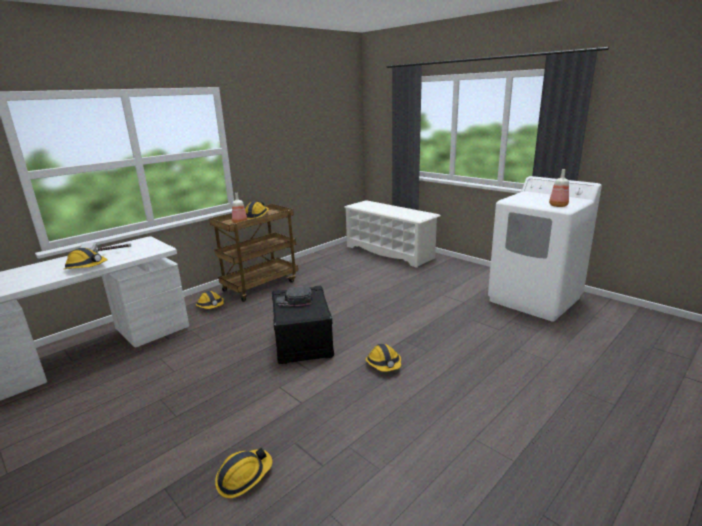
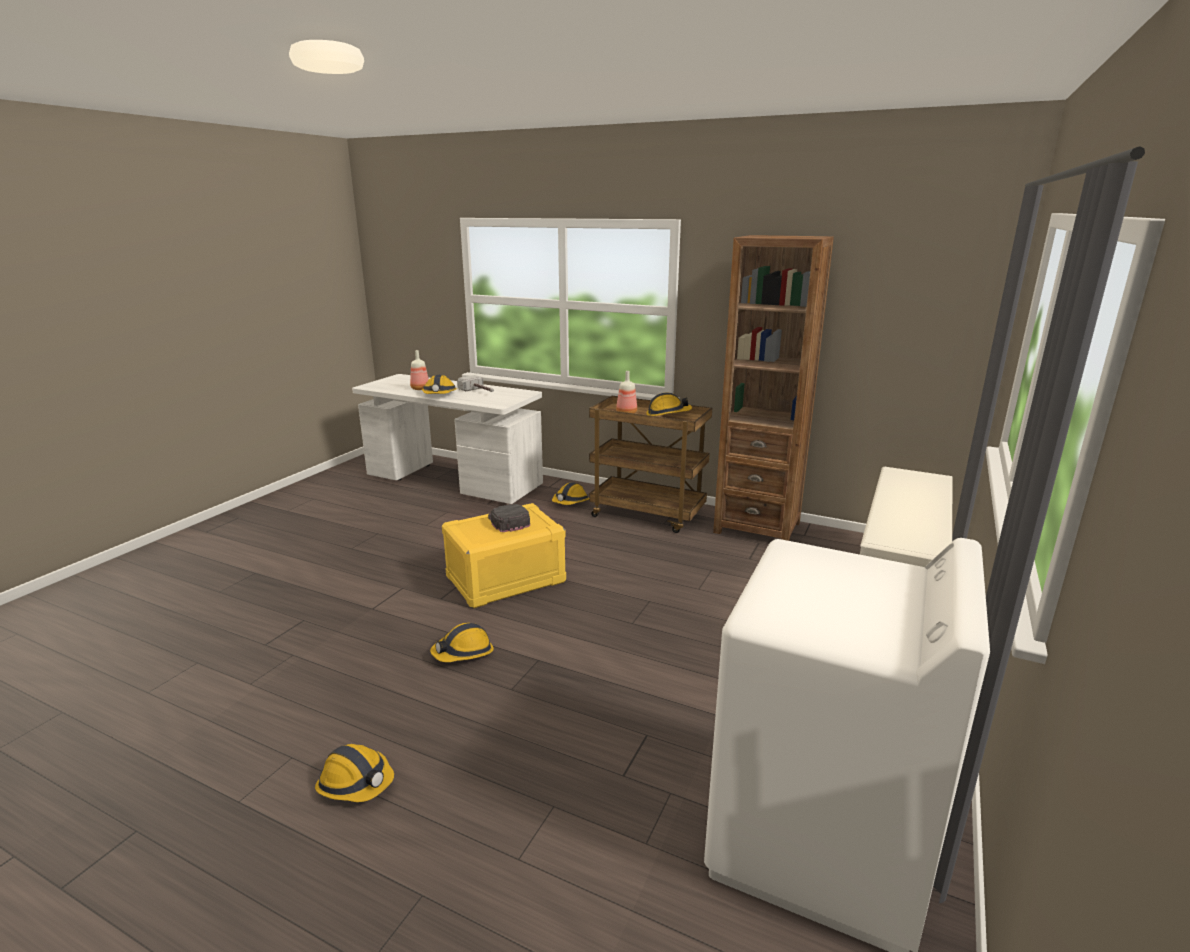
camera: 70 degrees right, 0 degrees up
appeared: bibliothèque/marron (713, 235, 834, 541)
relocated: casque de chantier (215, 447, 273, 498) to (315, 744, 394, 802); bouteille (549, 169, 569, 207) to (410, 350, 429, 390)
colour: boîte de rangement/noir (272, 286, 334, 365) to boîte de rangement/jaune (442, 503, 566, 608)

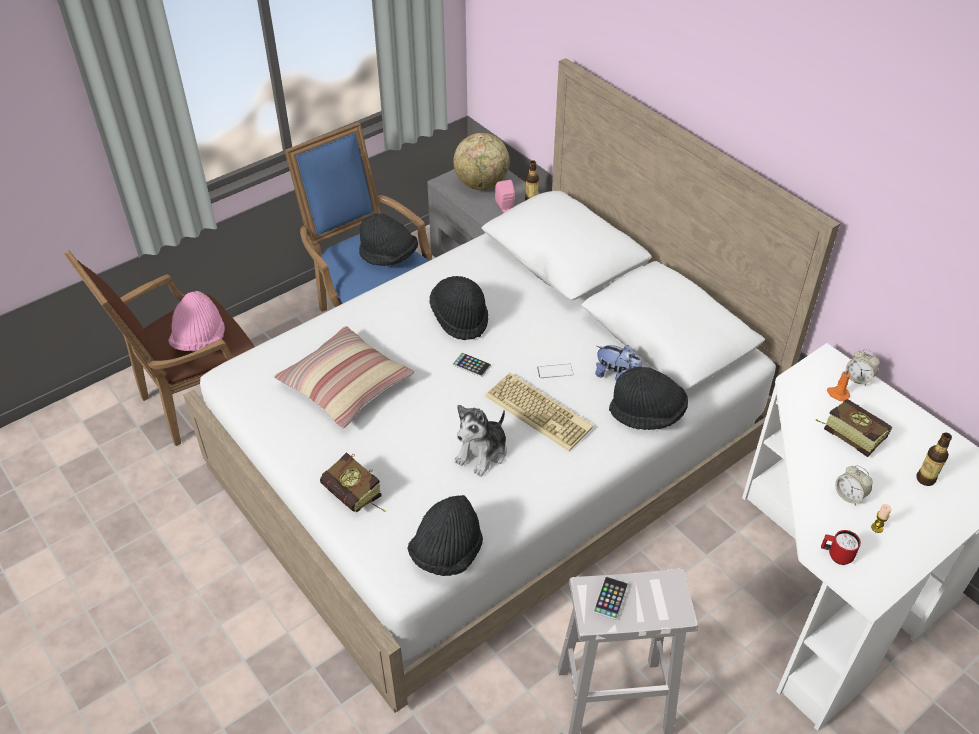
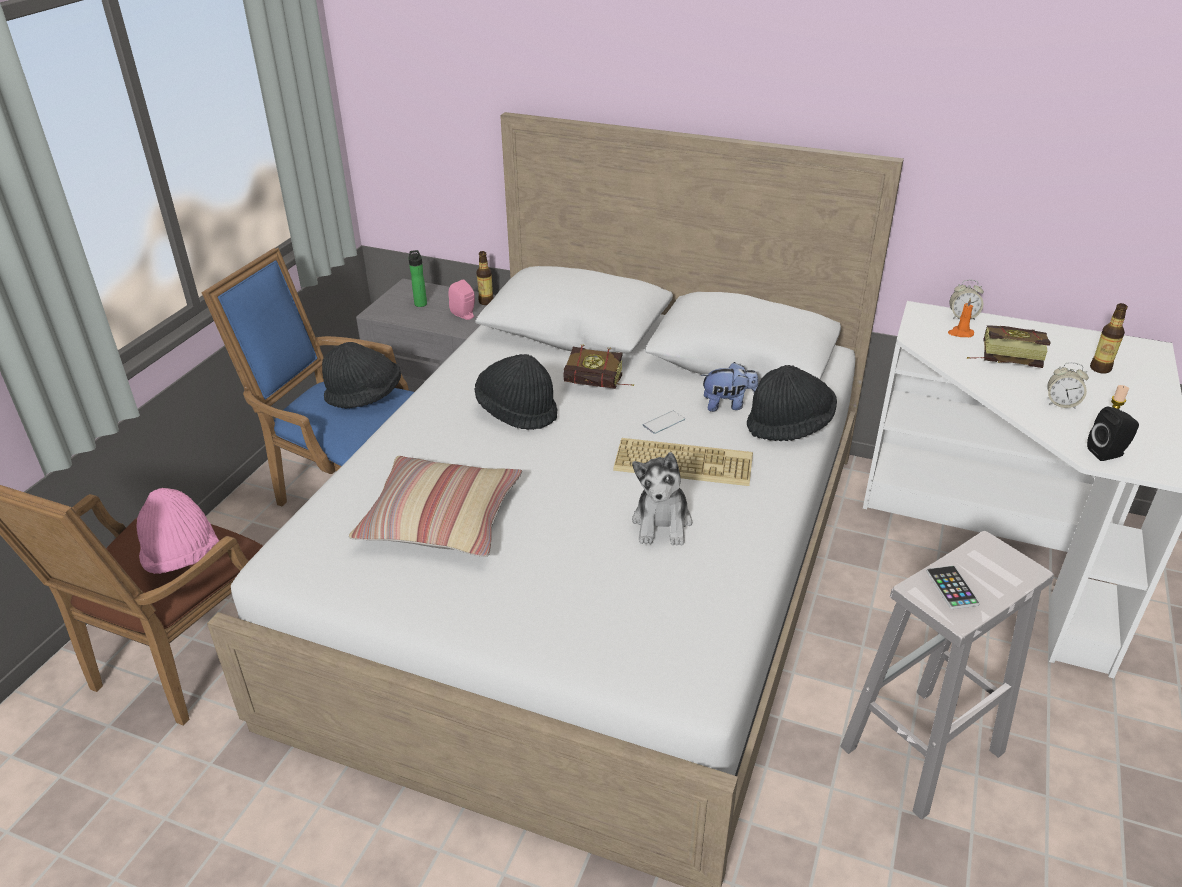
camera: 30 degrees left, 10 degrees down
missing: chapeau/noir (407, 495, 483, 576); téléphone (453, 352, 491, 377)
relocated: livre (320, 452, 385, 512) to (563, 344, 634, 389)
exchanged: globe (453, 133, 510, 190) to bouteille (409, 250, 427, 307); mug/rouge (821, 530, 861, 565) to enceinte/noir (1087, 406, 1139, 461)

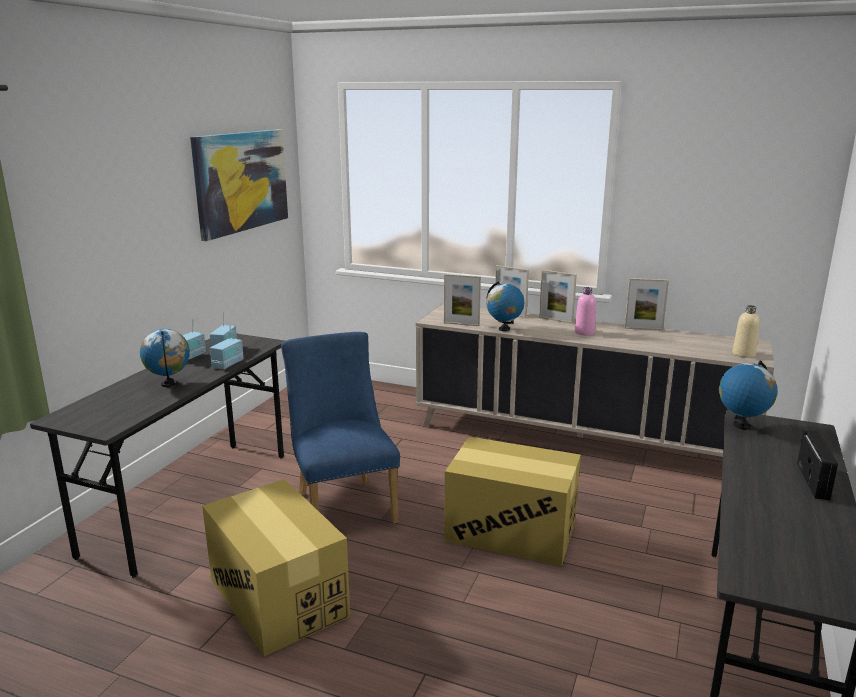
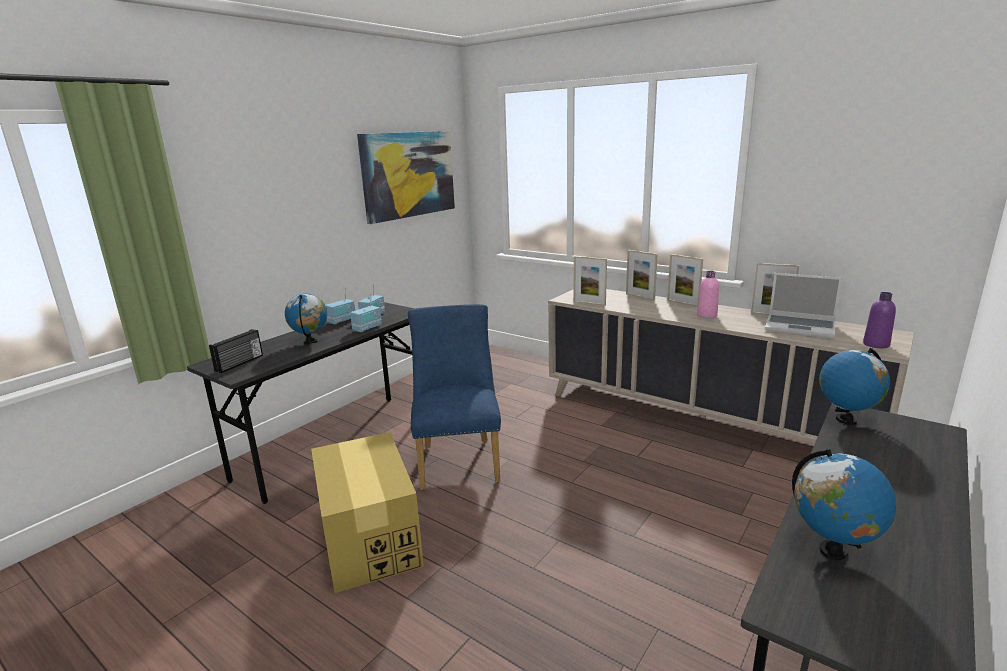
camera: 15 degrees right, 0 degrees up
missing: carton (444, 437, 581, 566)
appeared: ordinateur portable (765, 273, 842, 339)
relocated: globe (486, 281, 524, 331) to (792, 448, 896, 560); radio (797, 430, 838, 500) to (209, 329, 263, 373)
colour: bouteille/beige (733, 305, 760, 358) to bouteille/violet (863, 292, 896, 348)

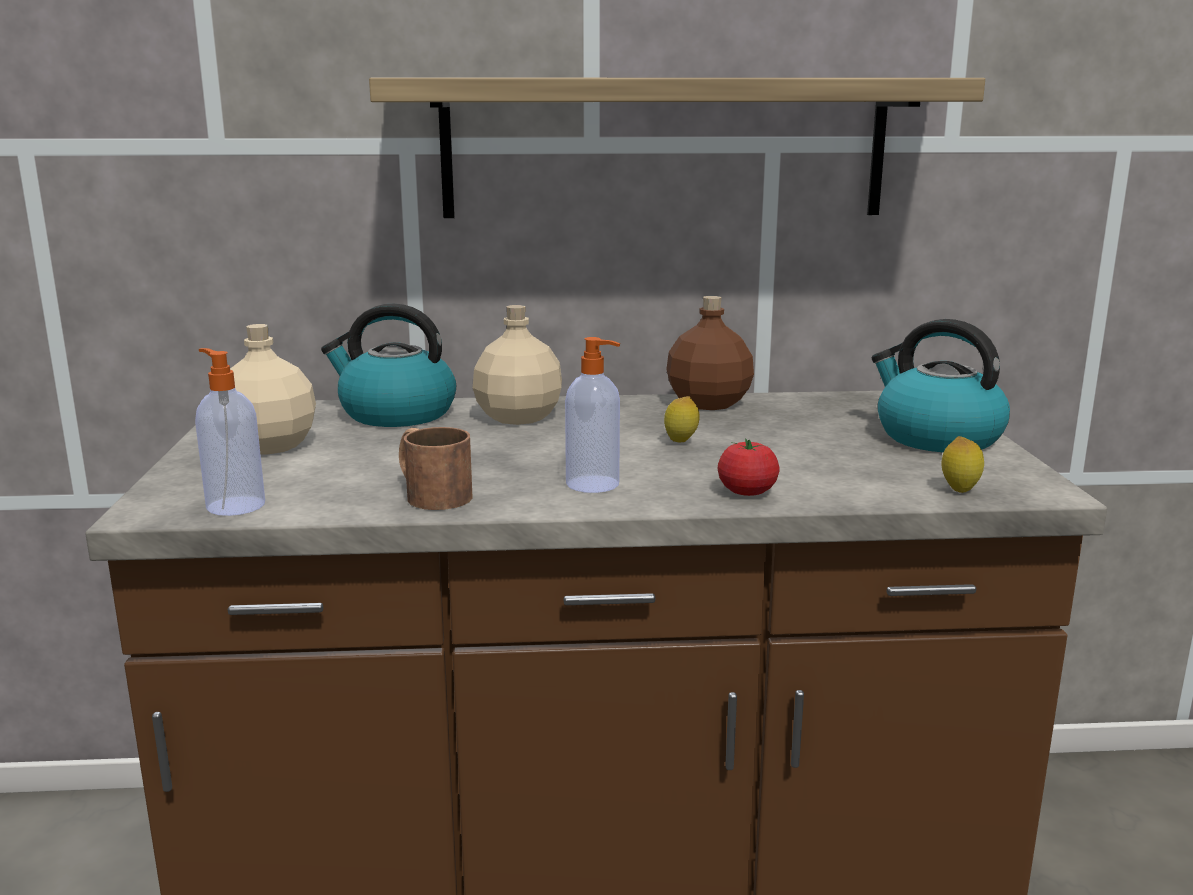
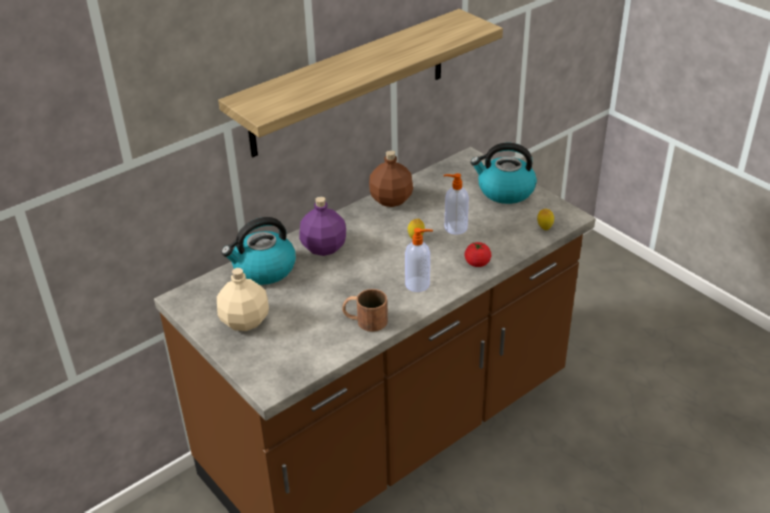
camera: 35 degrees left, 20 degrees up
relocated: distributeur de savon (195, 348, 265, 516) to (444, 173, 469, 235)
colour: bouteille/beige (473, 305, 562, 425) to bouteille/violet (299, 196, 346, 256)

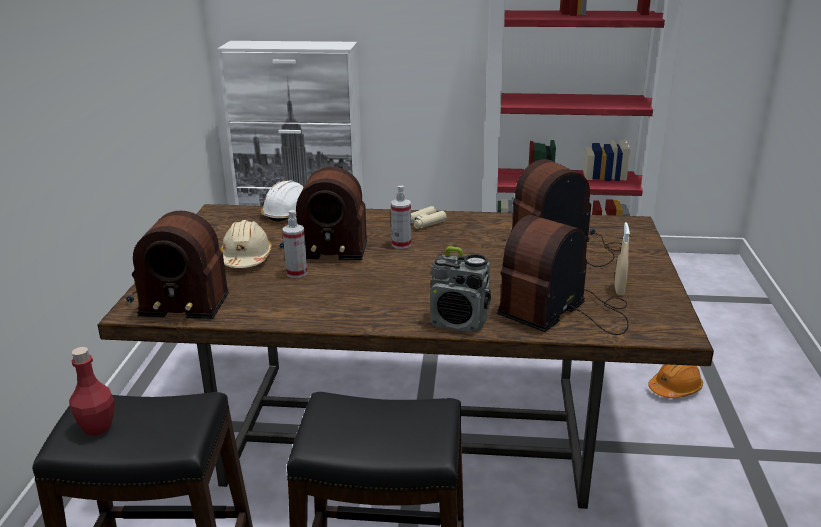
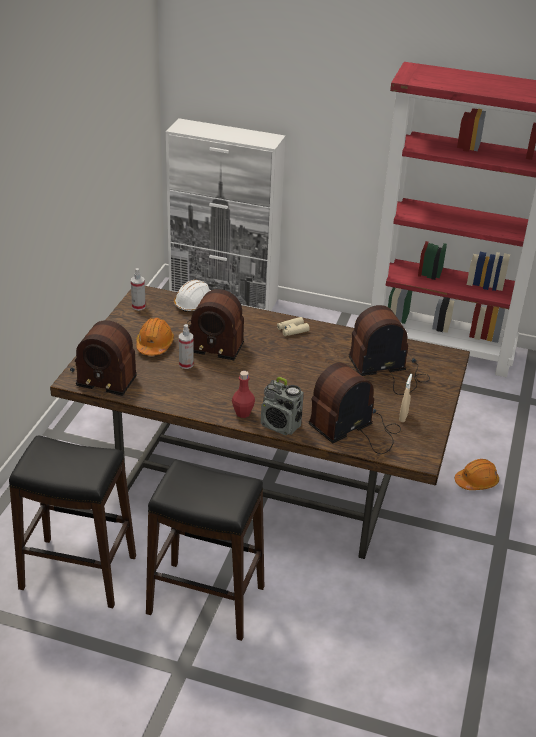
camera: 10 degrees right, 10 degrees up
relocated: bouteille/rouge (69, 347, 114, 436) to (232, 371, 255, 418); vaporisateur (391, 185, 411, 249) to (131, 268, 146, 311)
colour: casque de chantier/beige (220, 220, 272, 268) to casque de chantier/orange (136, 318, 174, 356)

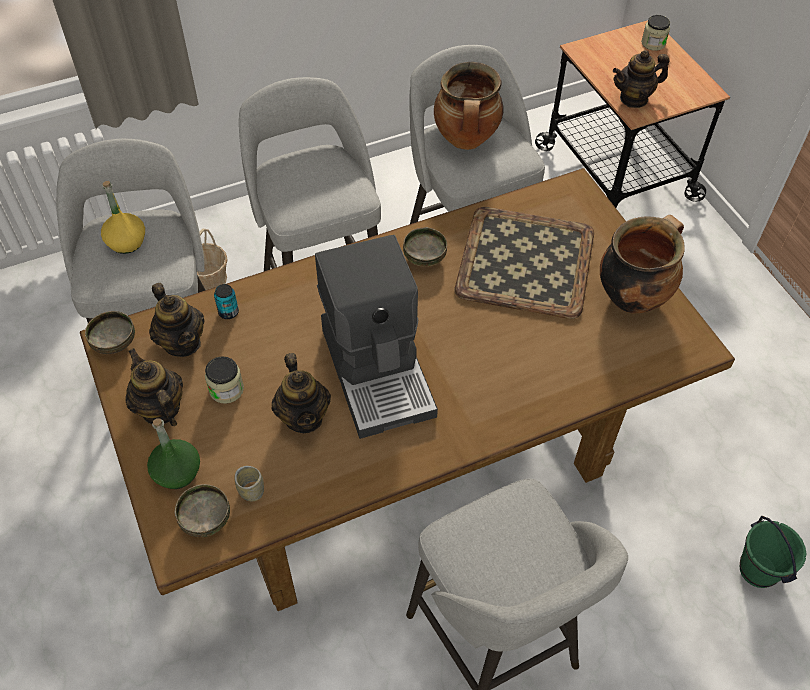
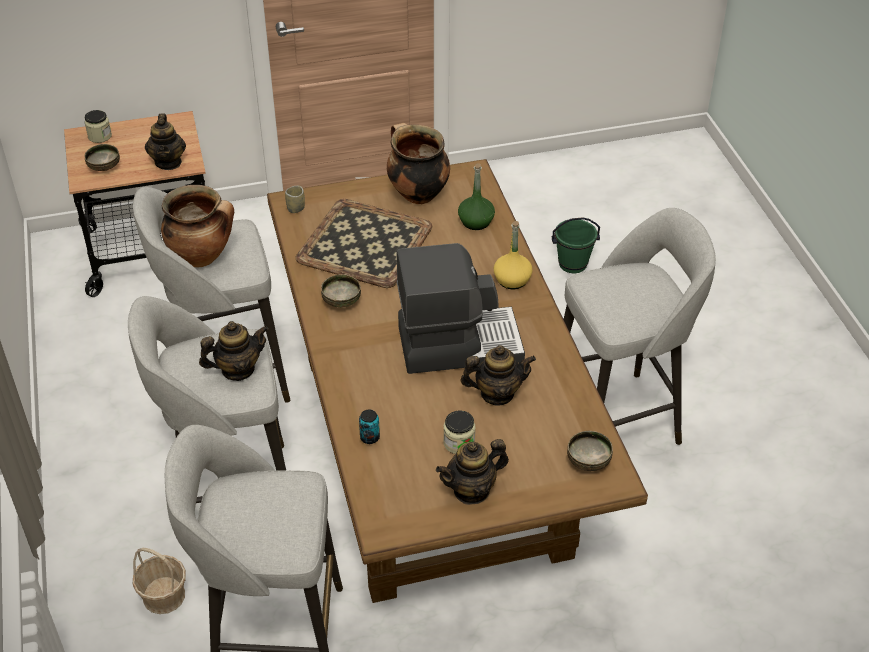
camera: 80 degrees left, 10 degrees down
relocated: bol (85, 311, 135, 354) to (84, 144, 120, 171); bouteille/jaune (101, 181, 145, 254) to (494, 221, 532, 289); bouteille/vert (147, 418, 200, 489) to (458, 163, 495, 230); théière (149, 283, 205, 357) to (199, 321, 269, 381); tasse (234, 466, 264, 501) to (285, 186, 305, 213)

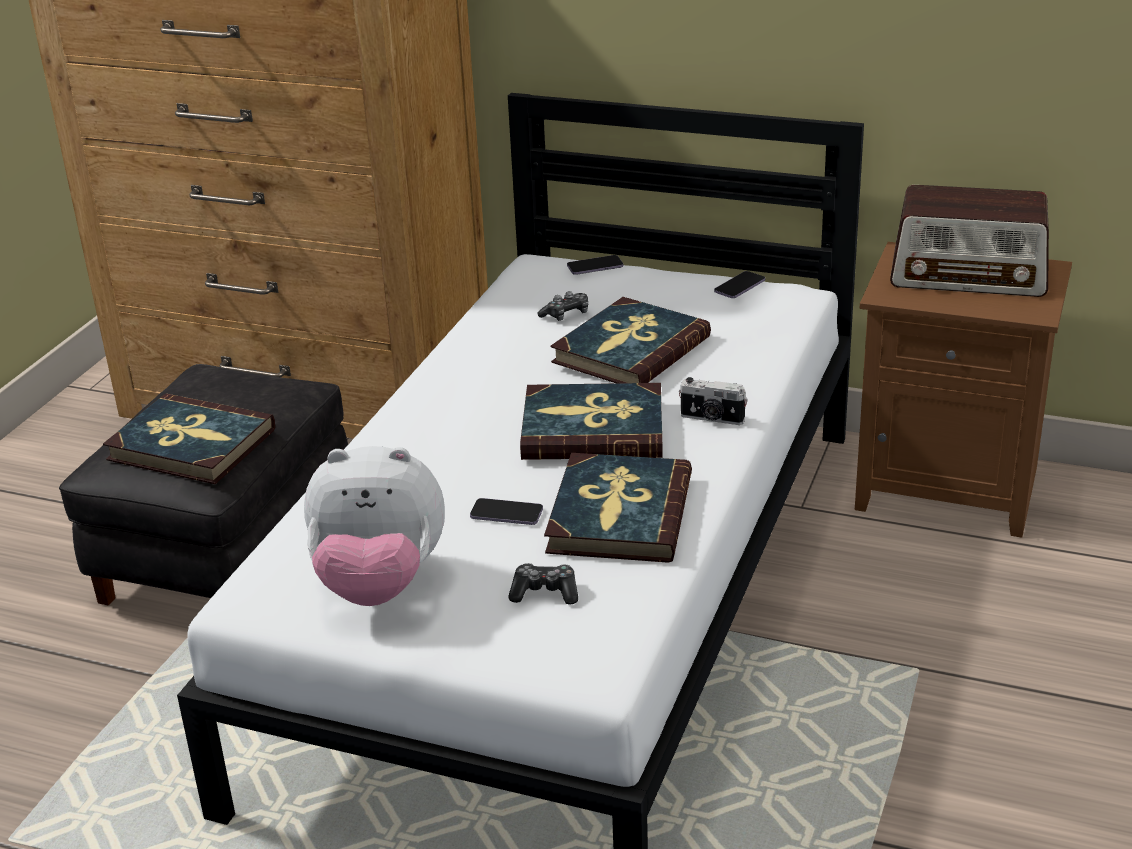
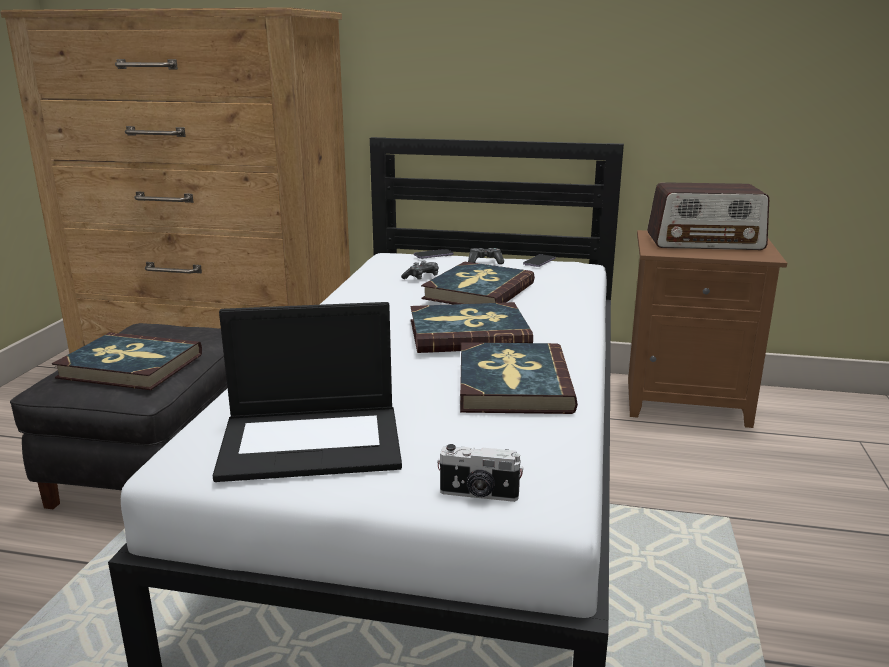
camera: 10 degrees left, 10 degrees down
missing: téléphone (470, 498, 543, 525)
relocated: manette (508, 563, 578, 605) to (468, 248, 504, 264); appareil photo (679, 377, 747, 425) to (437, 444, 524, 502)
exchanged: peluche (304, 446, 445, 606) to ordinateur portable (212, 302, 402, 482)

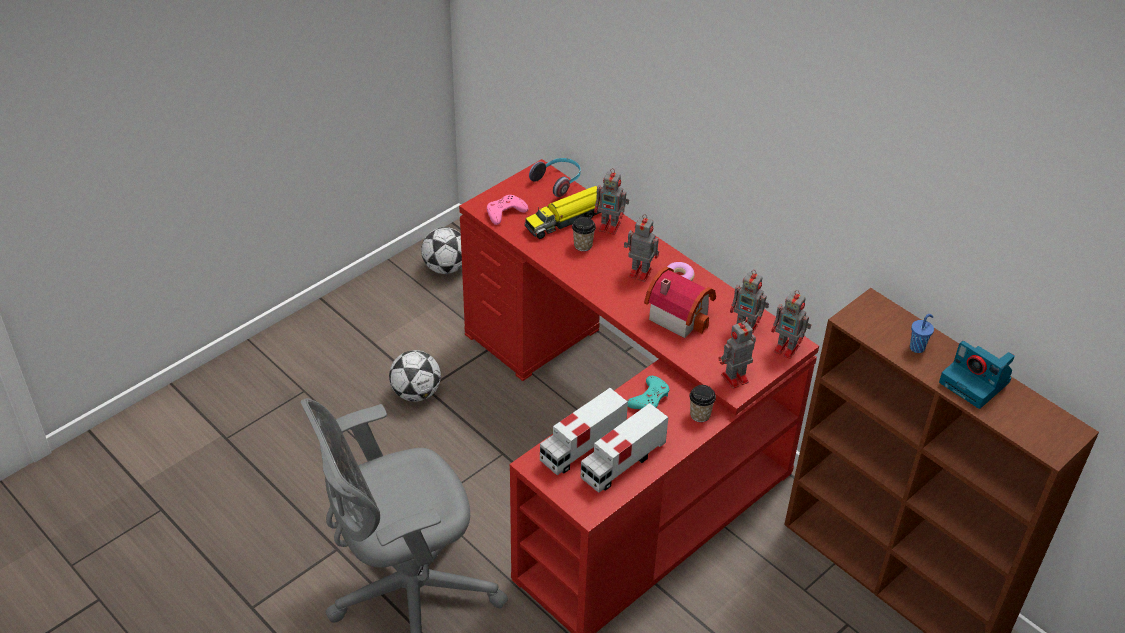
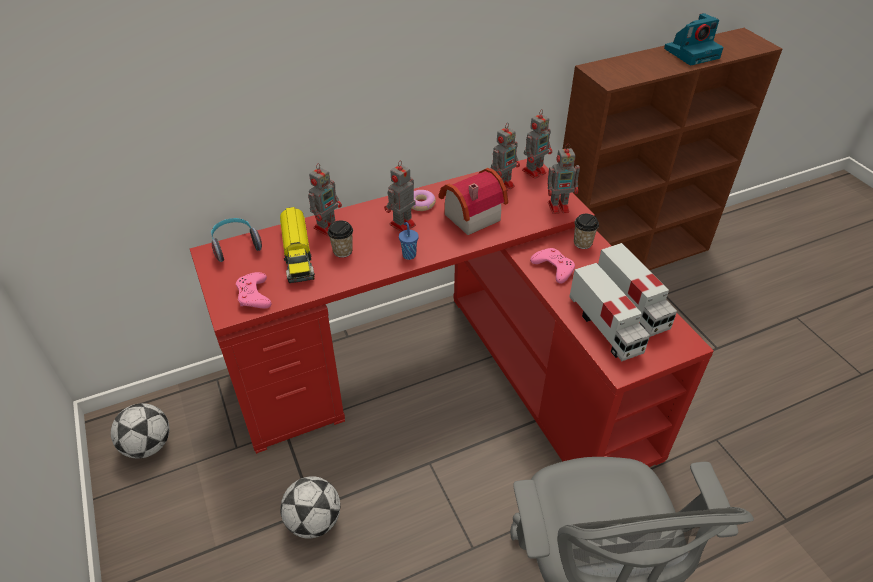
camera: 70 degrees left, 0 degrees up
relocated: tasse/bleu (910, 314, 934, 353) to (399, 222, 419, 260)
colour: manette/turquoise (628, 376, 669, 409) to manette/rose (530, 248, 575, 284)
spun: robot jouet (719, 319, 756, 389) = (548, 143, 580, 214) 90 degrees counterclockwise

